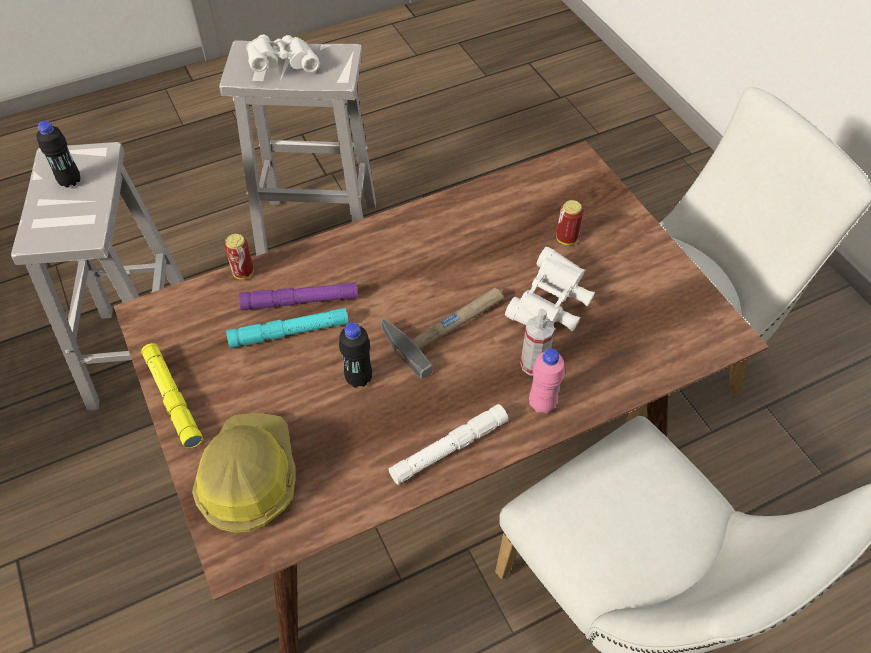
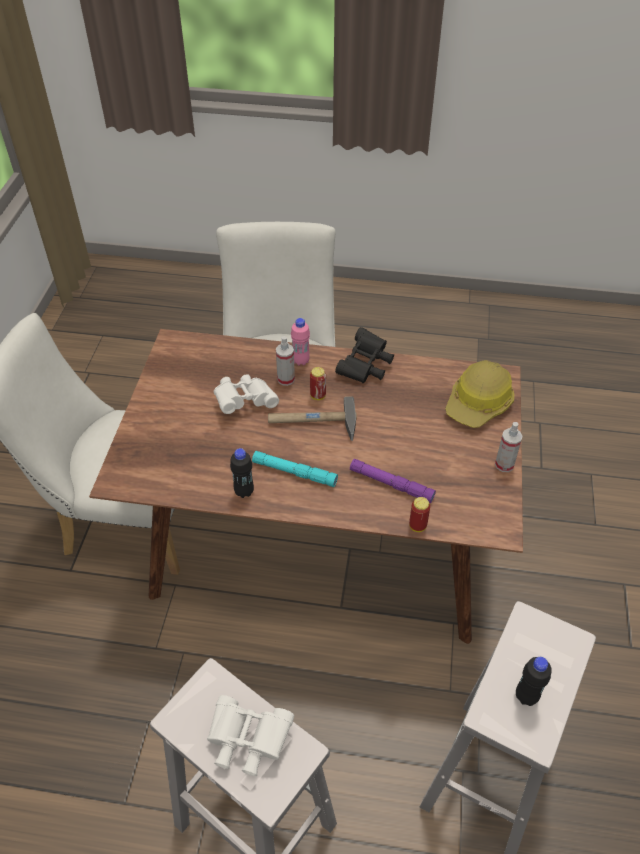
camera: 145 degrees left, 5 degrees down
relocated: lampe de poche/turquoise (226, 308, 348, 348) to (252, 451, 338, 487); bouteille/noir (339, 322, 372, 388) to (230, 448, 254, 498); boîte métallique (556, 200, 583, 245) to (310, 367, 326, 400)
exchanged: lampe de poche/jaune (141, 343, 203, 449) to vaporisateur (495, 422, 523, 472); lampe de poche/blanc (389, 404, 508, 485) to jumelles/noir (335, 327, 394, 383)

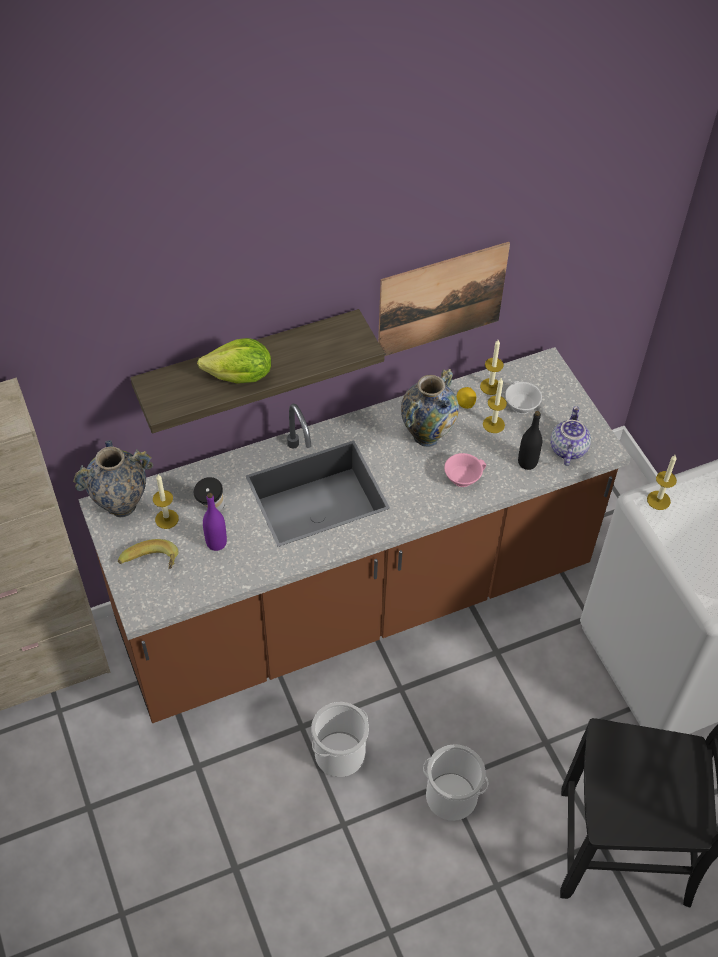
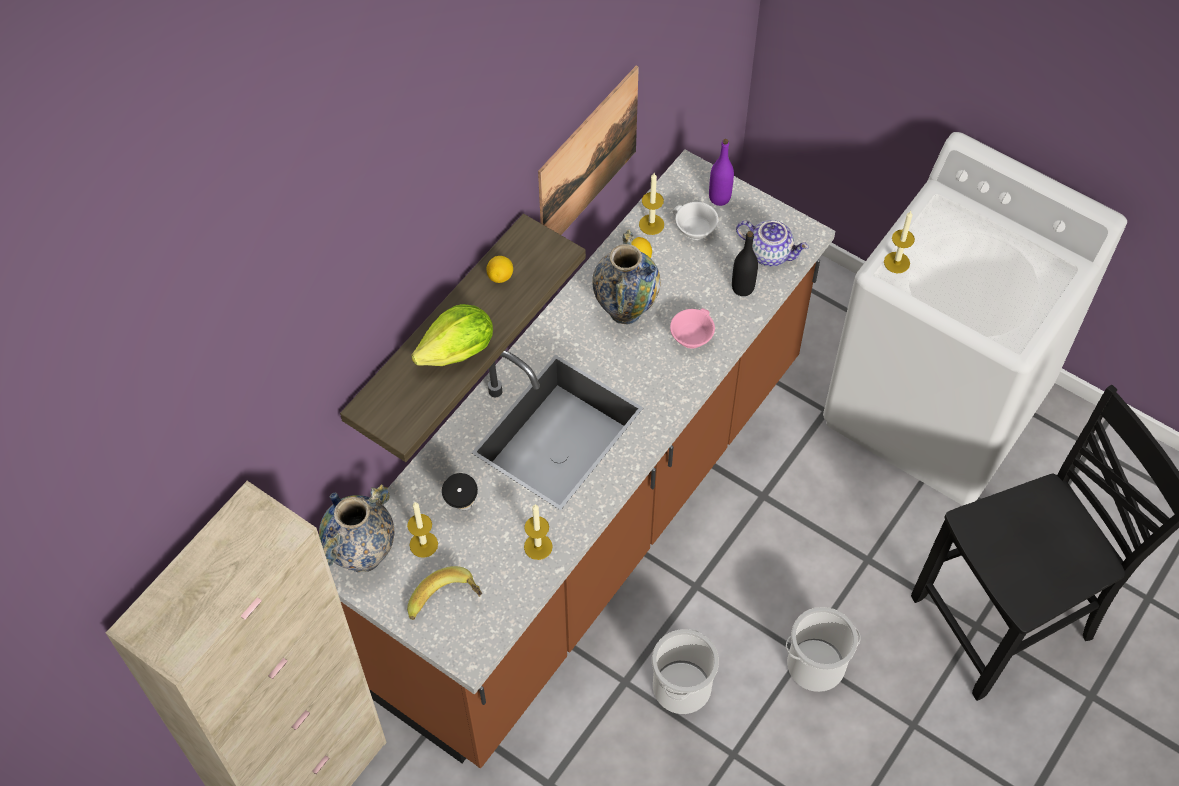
camera: 30 degrees left, 5 degrees up
appeared: citron (486, 256, 513, 283)
relocated: bouteille/violet (203, 493, 227, 551) to (709, 139, 734, 206); bougie (483, 378, 507, 433) to (524, 504, 553, 560)
spun: théière (550, 406, 591, 466) = (736, 220, 809, 266) 135 degrees clockwise

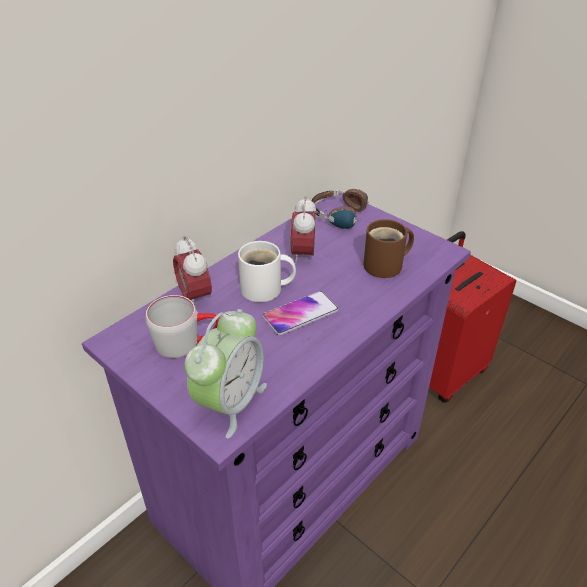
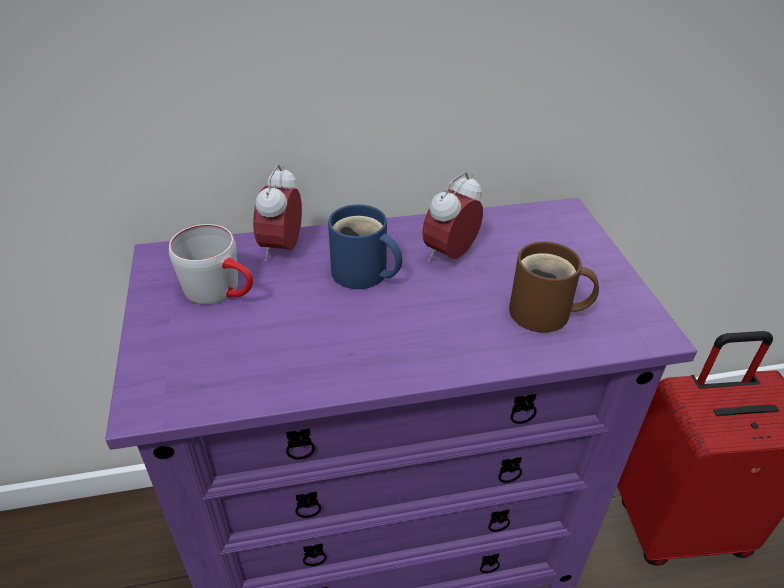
camera: 35 degrees right, 0 degrees up
missing: réveil (184, 309, 267, 438); téléphone (262, 291, 339, 336); casque audio (312, 189, 369, 229)
colour: mug/blanc (238, 241, 296, 302) to mug/bleu (328, 204, 402, 289)

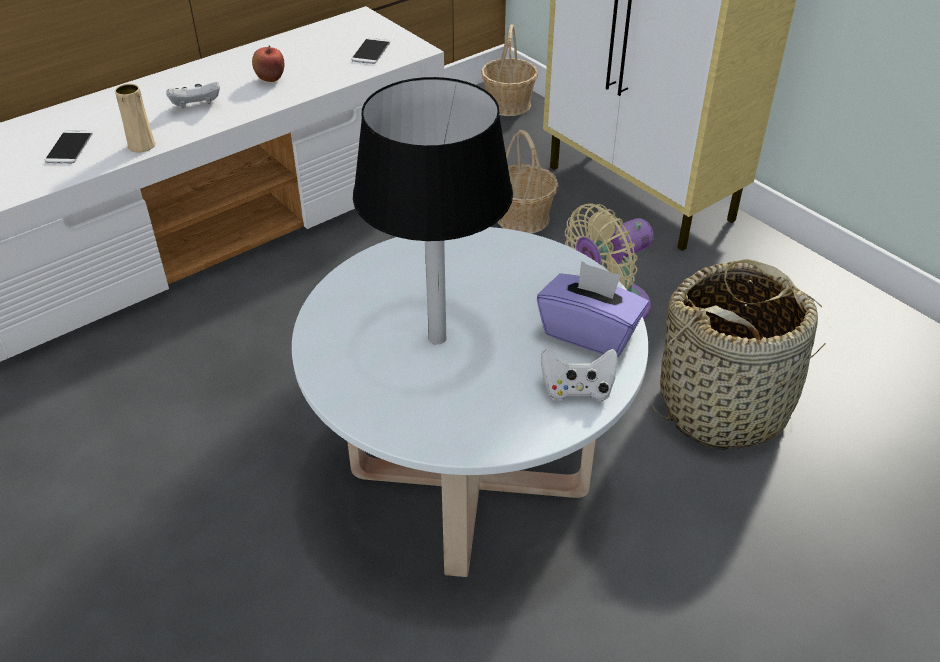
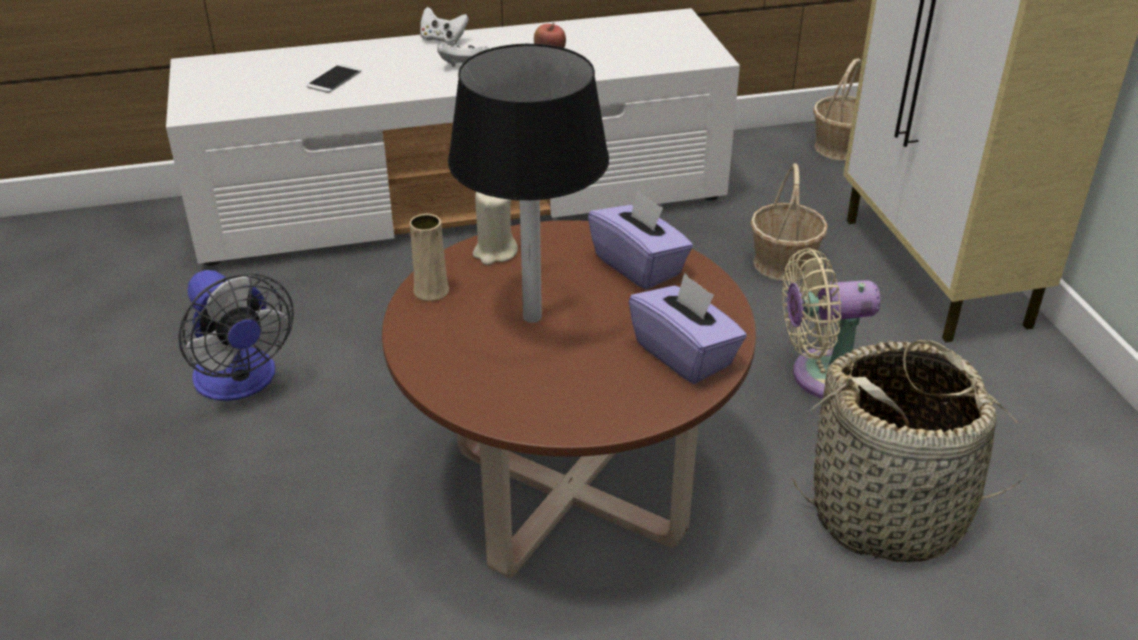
camera: 25 degrees right, 5 degrees down
missing: téléphone (351, 38, 390, 64)
appeared: ventilateur (178, 270, 294, 401); bougie/beige (473, 192, 518, 265); boîte à mouchoirs/violet (588, 190, 693, 290)
relocated: vase/beige (115, 84, 155, 153) to (410, 214, 449, 301); manette/blanc (541, 349, 618, 401) to (420, 7, 469, 45)
colour: table basse/blanc (292, 227, 648, 577) to table basse/marron (382, 220, 756, 578)

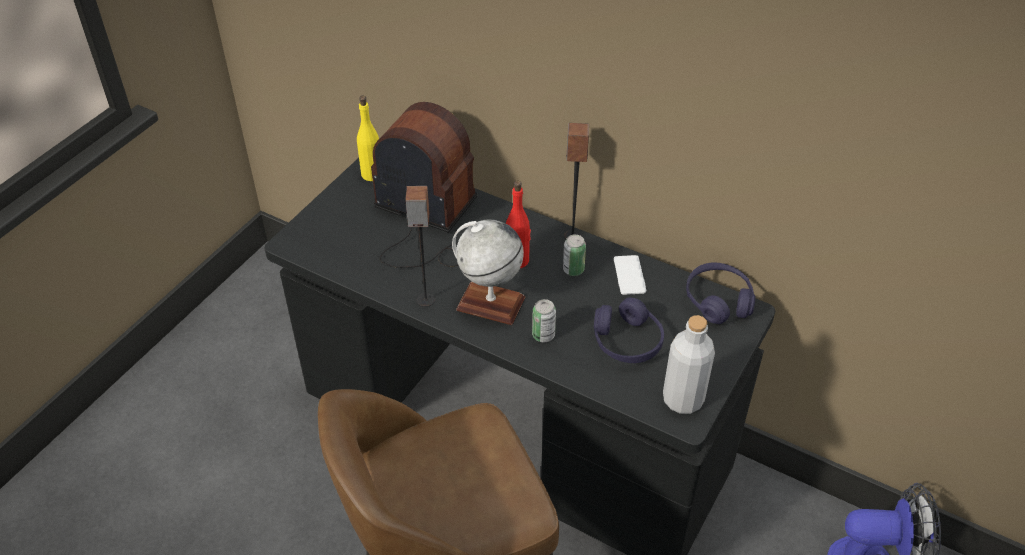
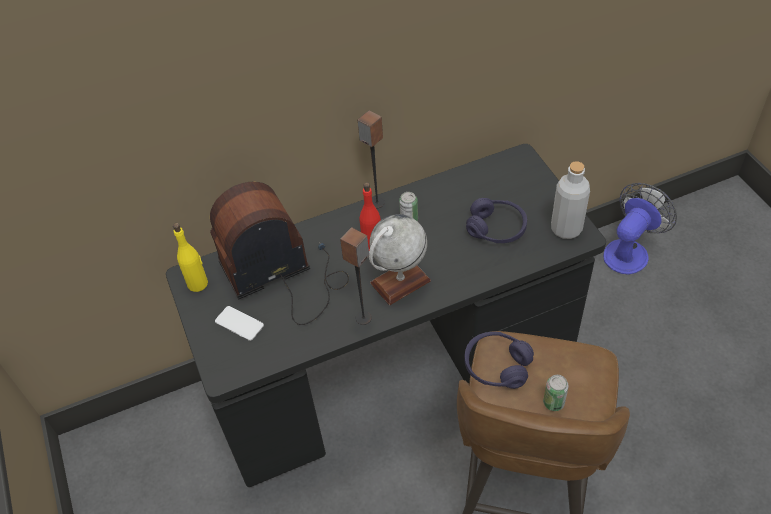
camera: 50 degrees left, 5 degrees up
relocated: boîte métallique (532, 299, 556, 342) to (543, 375, 569, 411); téléphone (614, 255, 646, 295) to (215, 306, 264, 341); casque audio/violet (686, 263, 756, 324) to (464, 332, 534, 389)

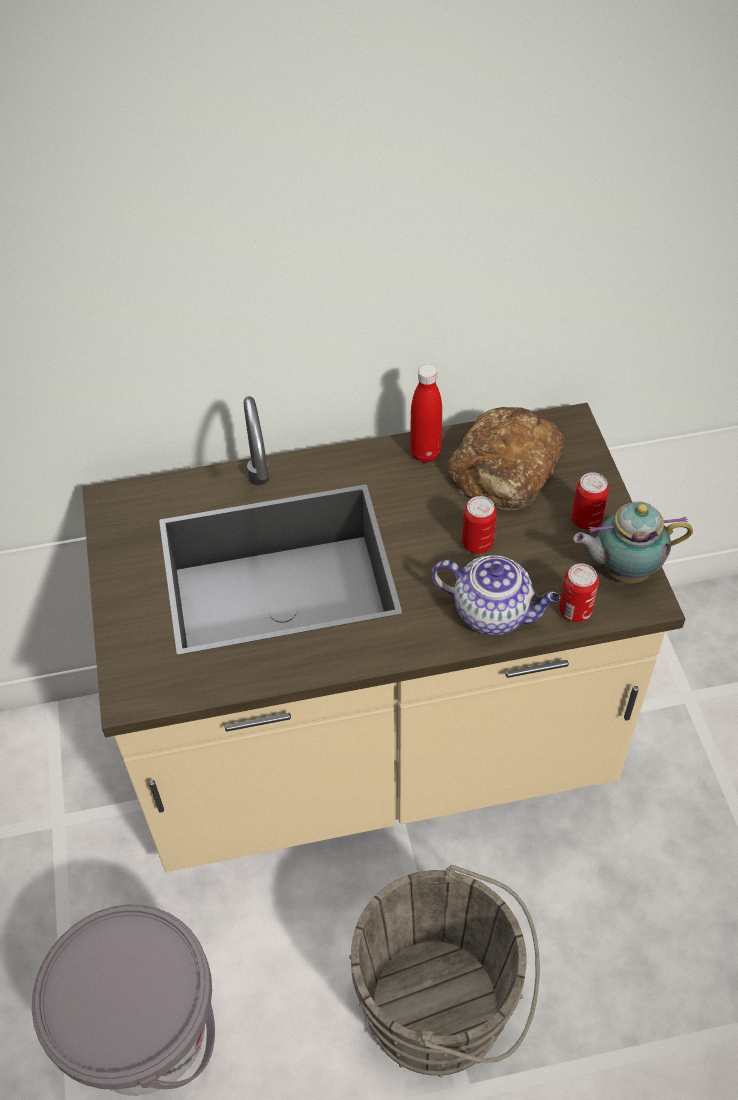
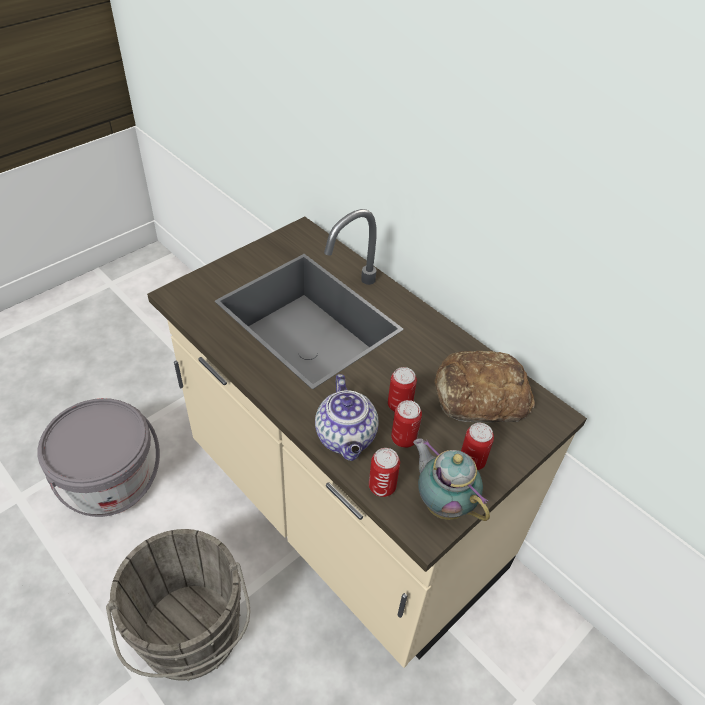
camera: 55 degrees right, 5 degrees down
missing: bouteille/rouge (410, 364, 442, 463)
appeared: boîte métallique (391, 400, 422, 448)

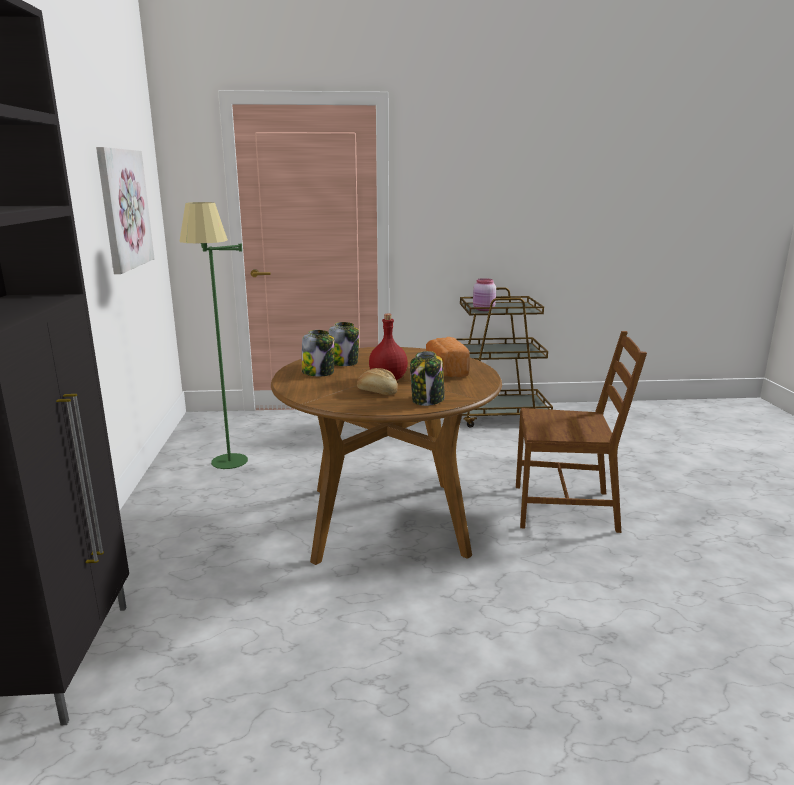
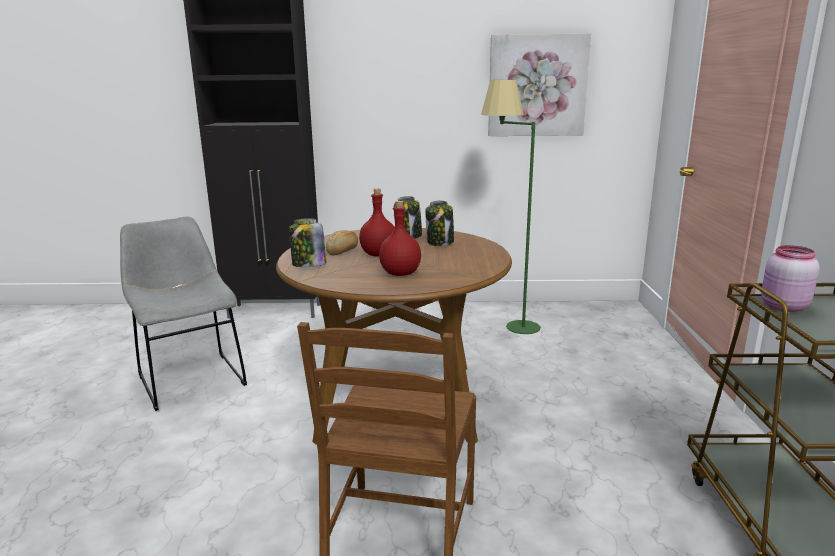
camera: 95 degrees right, 0 degrees up
appeared: chaise/gris (120, 217, 247, 411)
exchanged: pain (426, 337, 470, 377) to bouteille/rouge (379, 201, 421, 276)

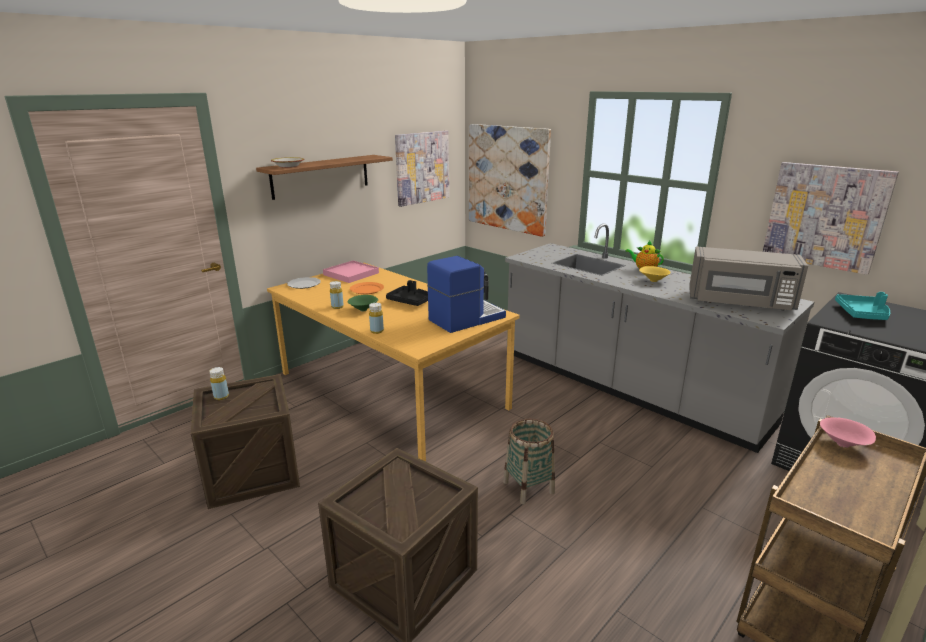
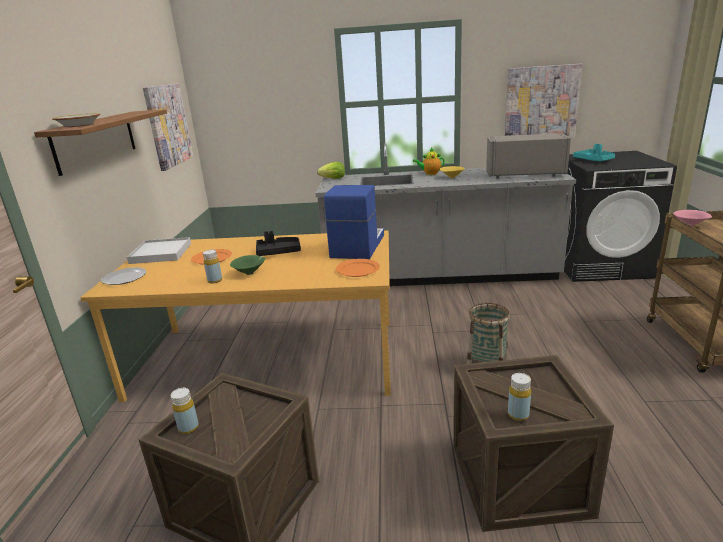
camera: 40 degrees left, 0 degrees up
missing: tableau (469, 124, 551, 237)
appeared: laitue (317, 162, 345, 179); assiette/orange (336, 259, 380, 277)
relocated: bouteille/jaune (369, 303, 384, 334) to (508, 373, 531, 421)
colour: plateau/rose (323, 261, 379, 283) to plateau/blanc (127, 237, 191, 264)
spun: micro-ondes/gris (689, 246, 808, 311) = (486, 133, 571, 178) 150 degrees counterclockwise

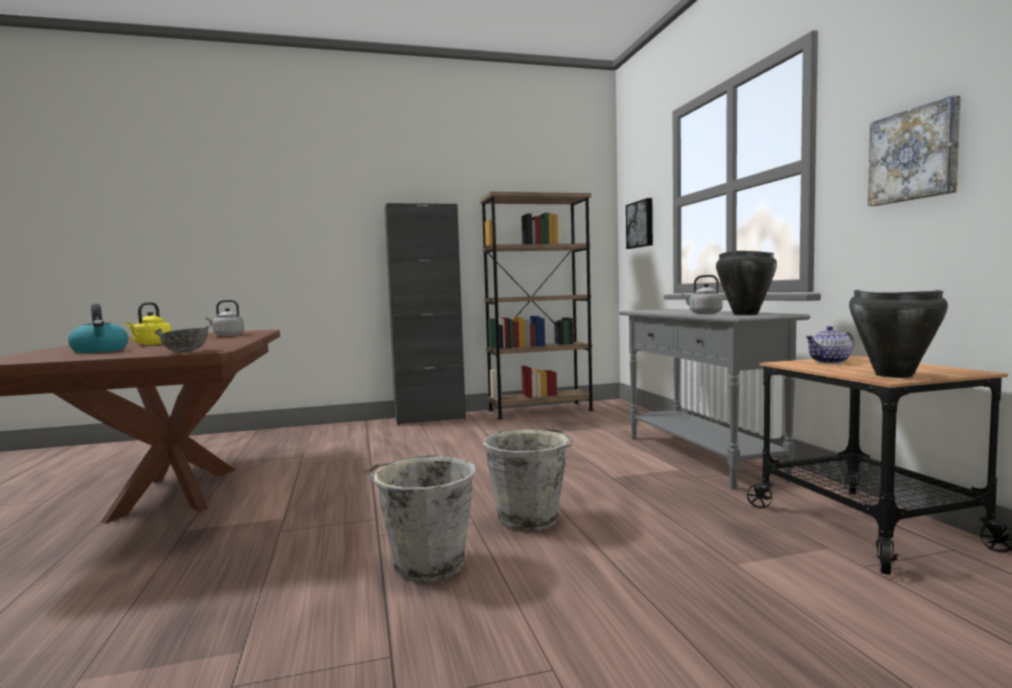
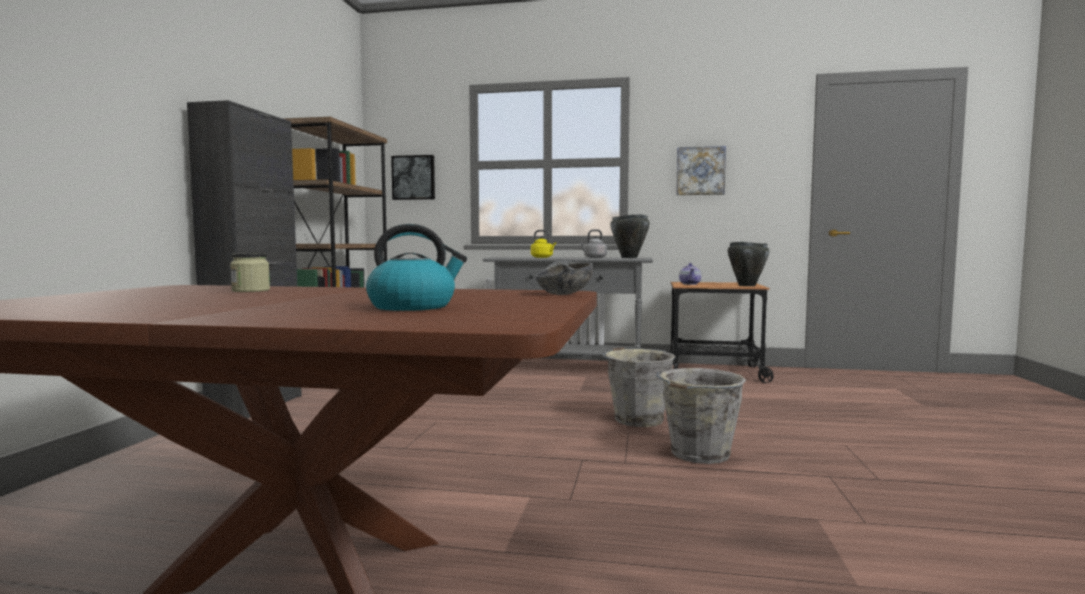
camera: 65 degrees left, 0 degrees up
relocated: bouilloire/jaune (126, 302, 171, 345) to (531, 230, 556, 258)
exchanged: bouilloire/gris (206, 300, 244, 336) to bocal (230, 254, 270, 292)

